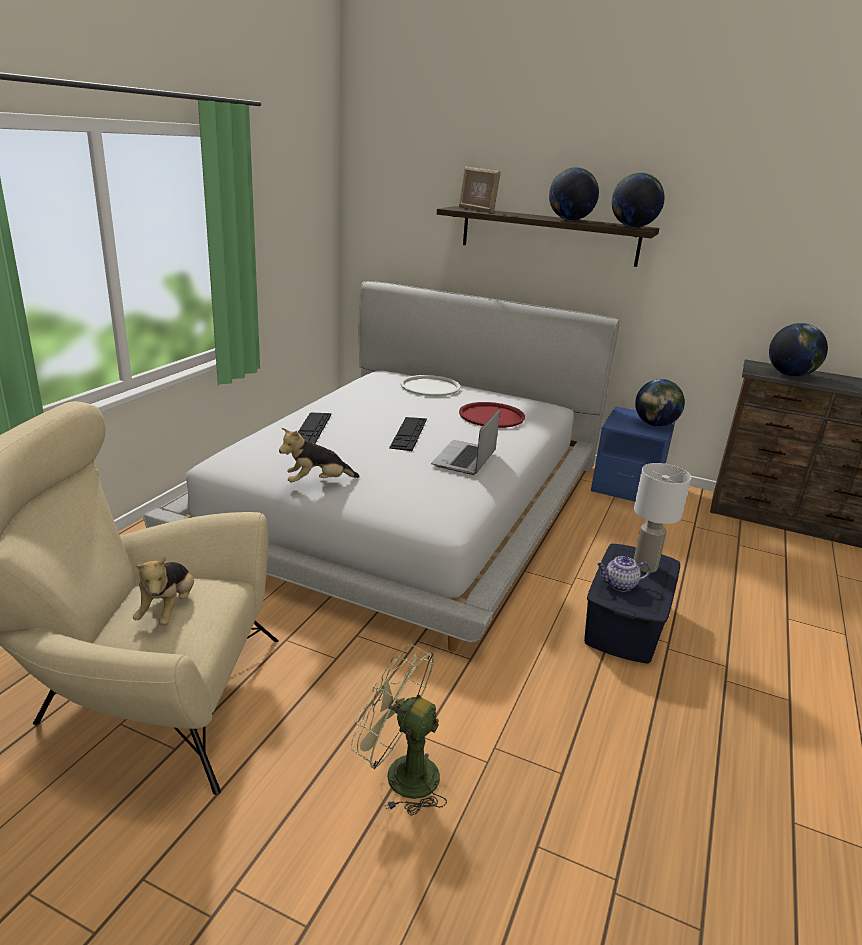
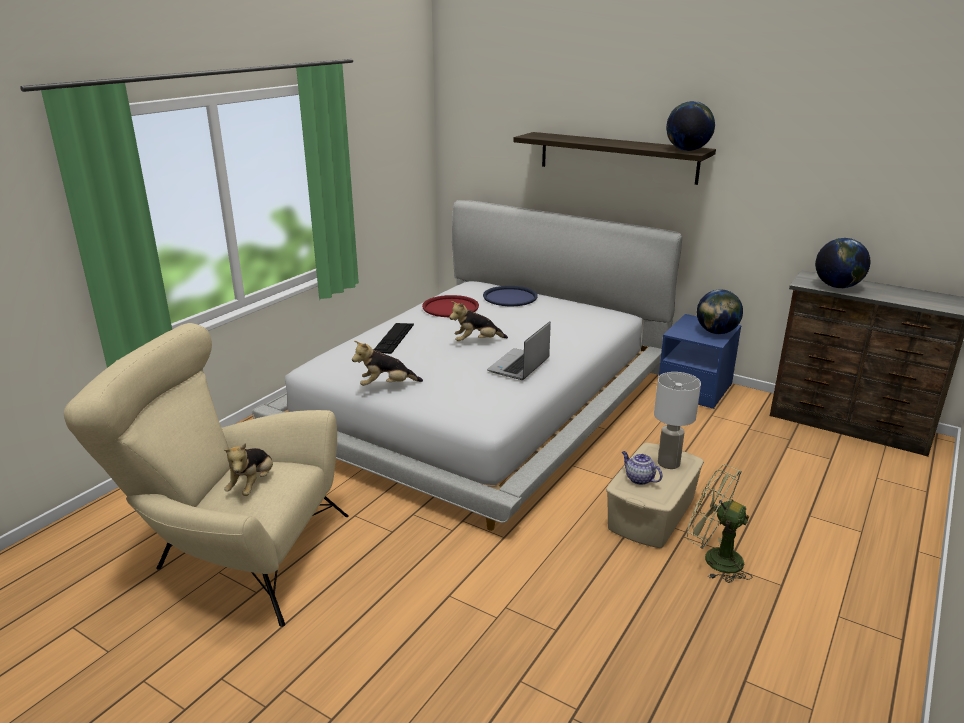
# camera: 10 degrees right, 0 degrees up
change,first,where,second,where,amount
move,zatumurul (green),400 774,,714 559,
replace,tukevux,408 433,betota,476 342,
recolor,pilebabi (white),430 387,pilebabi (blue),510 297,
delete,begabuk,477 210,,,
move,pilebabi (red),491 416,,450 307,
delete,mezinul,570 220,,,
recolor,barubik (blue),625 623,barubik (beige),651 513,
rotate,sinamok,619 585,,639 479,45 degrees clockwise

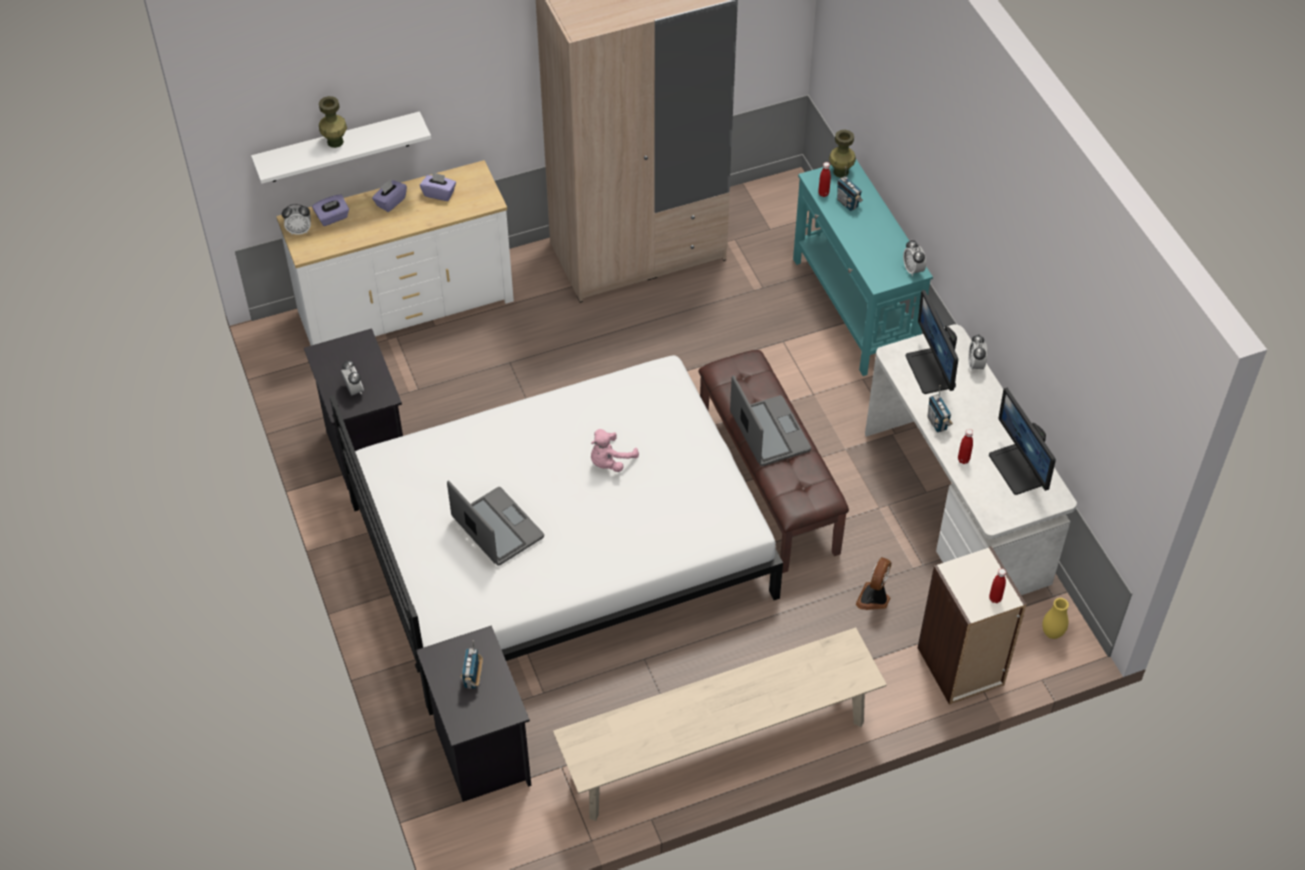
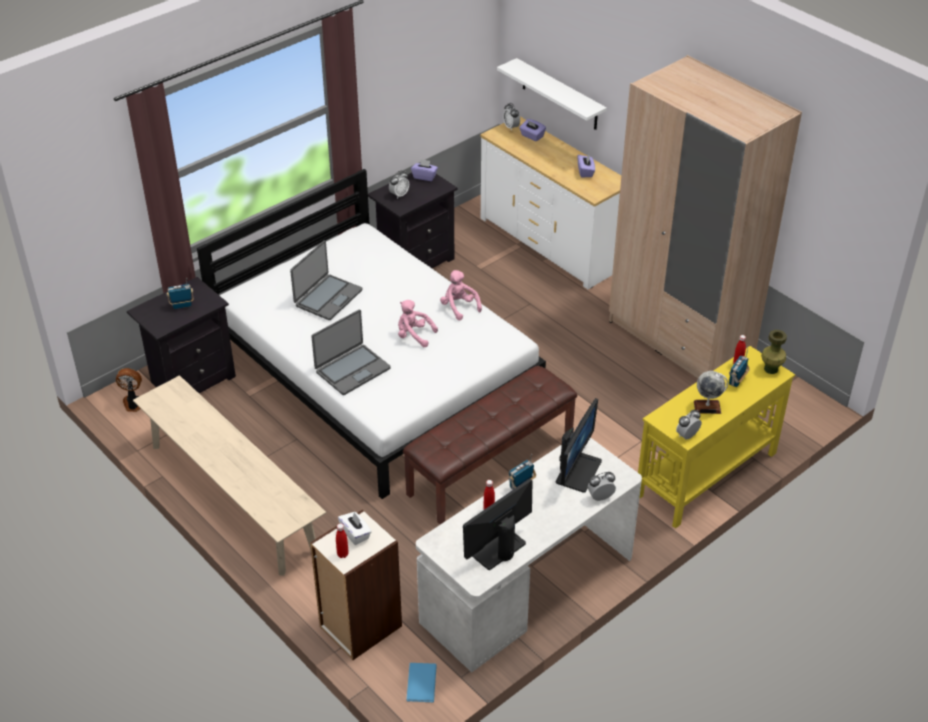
# camera: 70 degrees right, 10 degrees down
change,first,where,second,where,amount
delete,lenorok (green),335 141,,,
move,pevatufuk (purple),390 202,,424 176,
move,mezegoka,769 432,,352 370,
recolor,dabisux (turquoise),853 309,dabisux (yellow),705 475,
move,zatumurul,874 598,,134 404,
rotate,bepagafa,932 371,,577 471,150 degrees clockwise
replace,lenorok (yellow),1052 633,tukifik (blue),420 684,
insert,,,pevatufuk (white),355 534,
insert,,,betota (pink),459 307,
insert,,,mezinul,707 407,

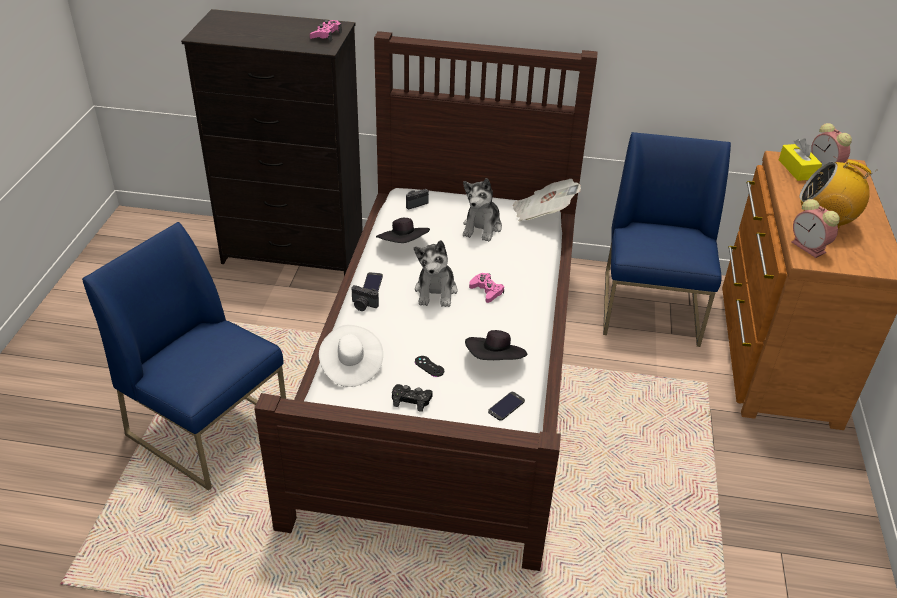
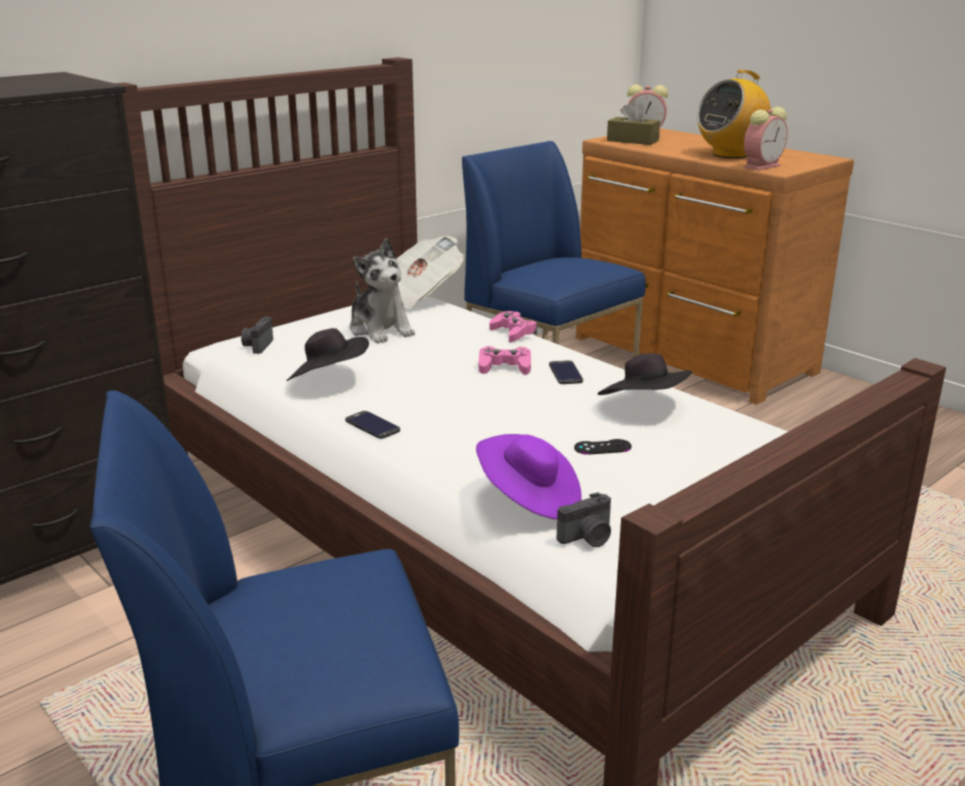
# camera: 50 degrees left, 15 degrees down
change,first,where,second,where,amount
move,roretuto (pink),326 35,,513 333,
recolor,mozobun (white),351 366,mozobun (purple),529 500,
move,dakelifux,363 305,,588 538,
delete,roretuto (black),411 400,,,
delete,betota,436 291,,,
move,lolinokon,506 406,,565 373,
recolor,pevatufuk (yellow),797 169,pevatufuk (brown),632 141,
rotate,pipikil,809 248,,762 166,45 degrees counterclockwise

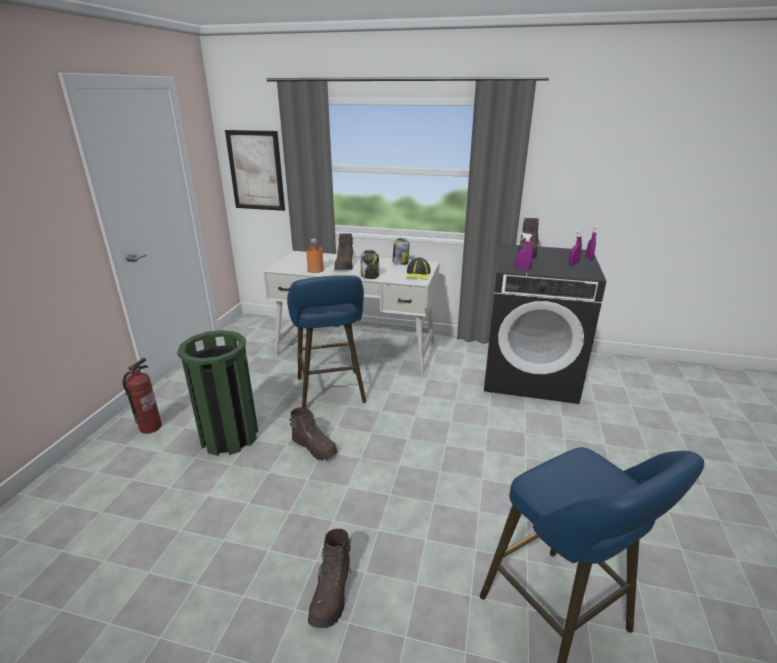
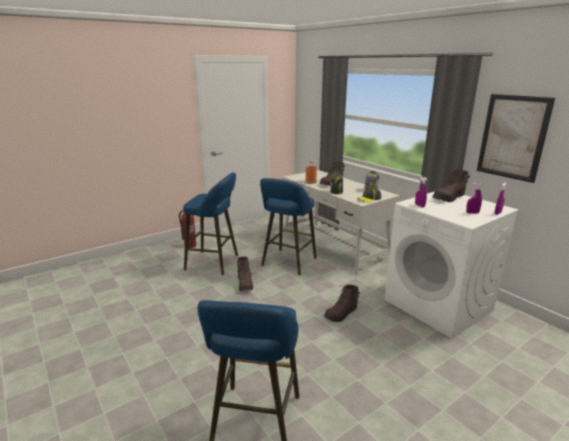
# camera: 40 degrees right, 5 degrees down
change,first,where,second,where,amount
replace,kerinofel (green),229 436,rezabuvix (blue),215 263,
move,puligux,256 171,,512 137,
move,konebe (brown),332 593,,341 314,
recolor,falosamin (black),530 375,falosamin (white),438 305,

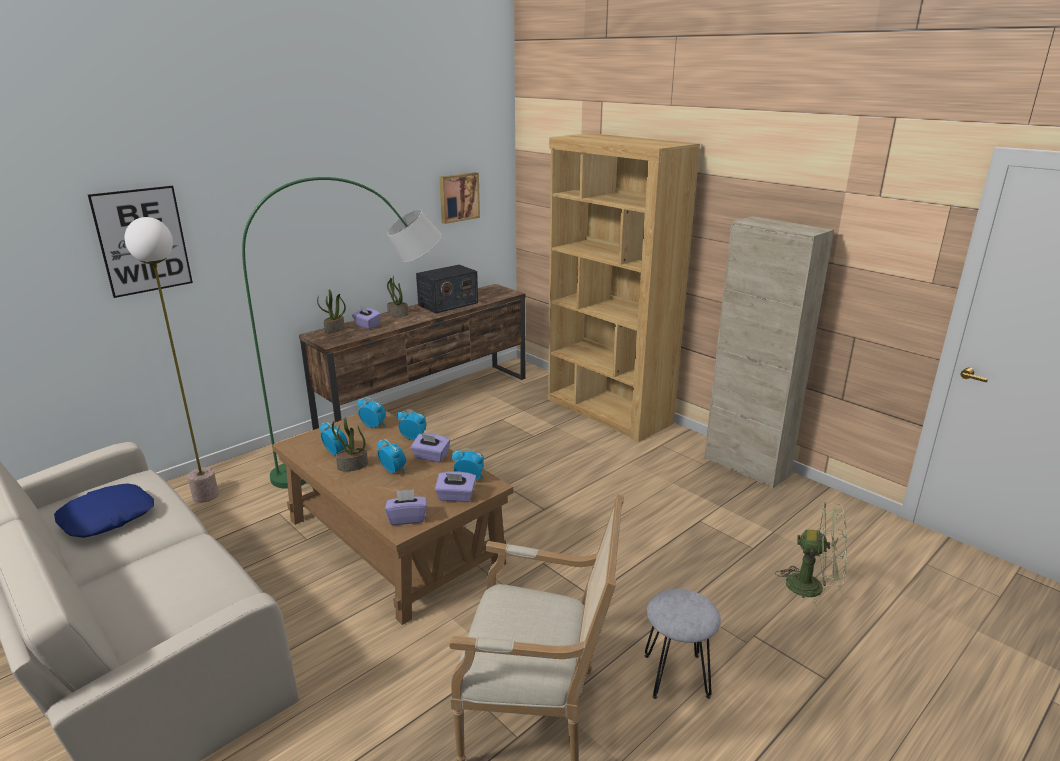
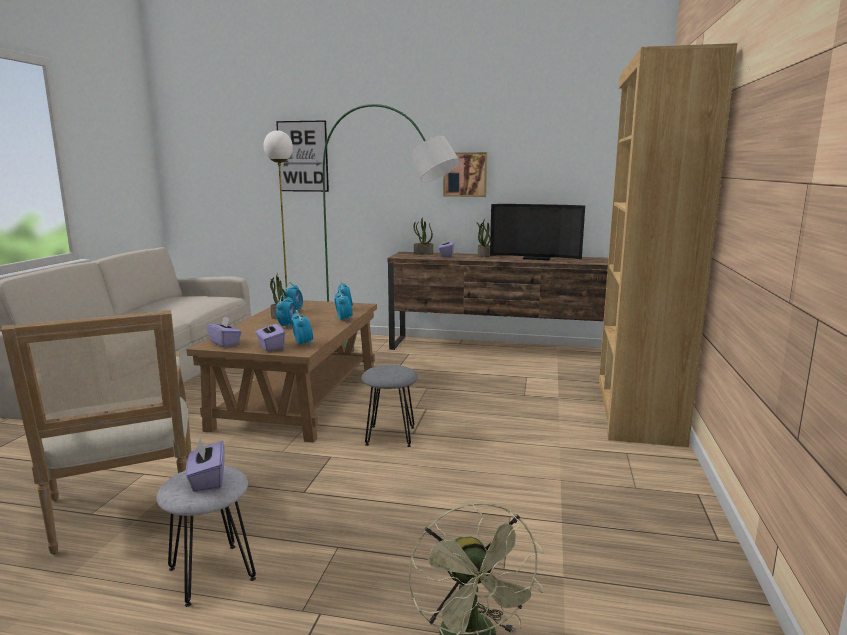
# camera: 55 degrees right, 10 degrees down
change,first,where,second,where,amount
delete,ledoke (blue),107 517,,,
move,pevatufuk (purple),431 457,,207 480,
replace,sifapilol,448 304,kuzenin,536 258,
move,puligux,458 197,,465 174,
delete,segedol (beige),746 467,,,
insert,,,rezabuvix (grey),391 436,

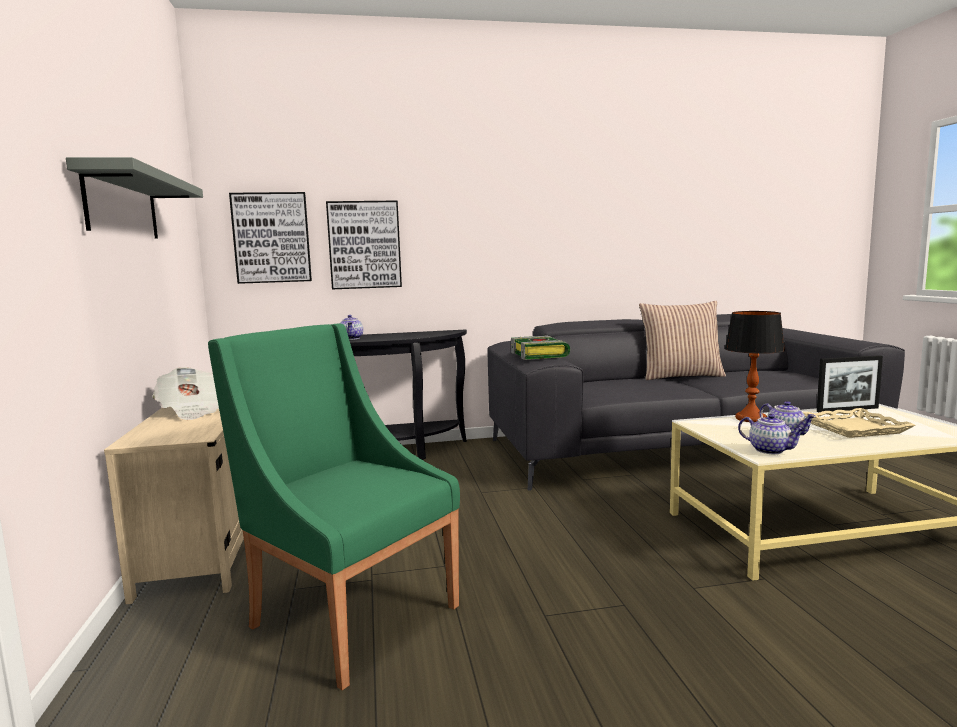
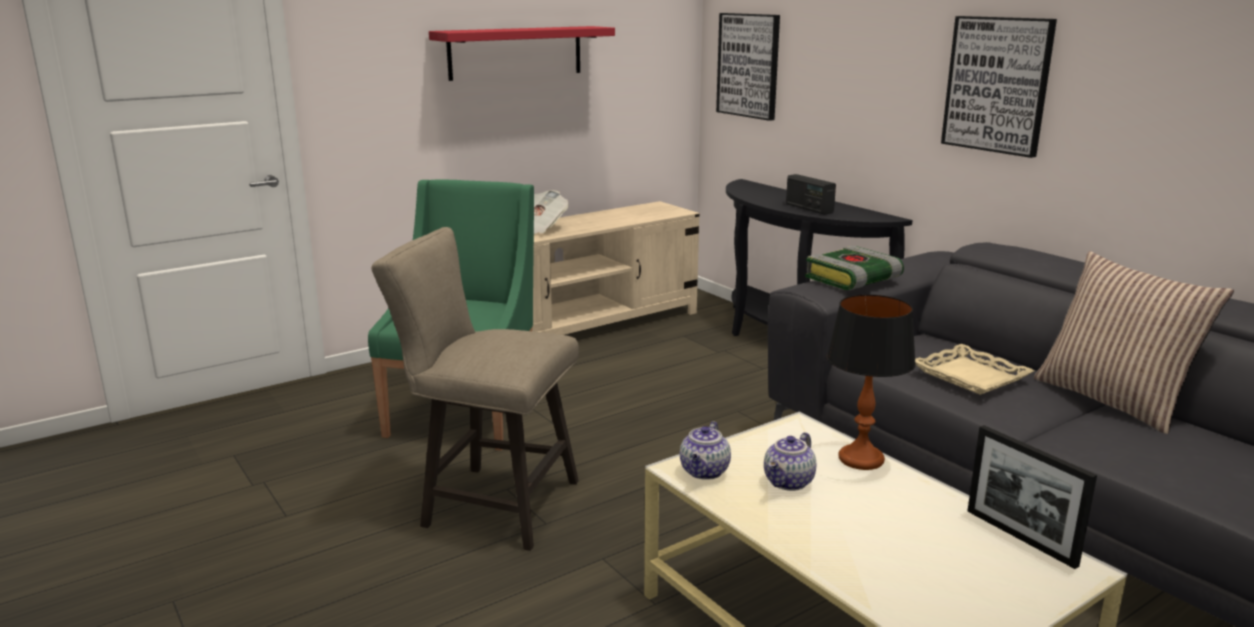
# camera: 65 degrees right, 10 degrees up
change,first,where,second,where,amount
recolor,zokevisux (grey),122 205,zokevisux (red),516 52,
move,puligux,364 245,,997 85,
delete,sinamok,352 338,,,
move,pilebabi (beige),854 428,,970 376,
insert,,,rezabuvix (beige),490 503,
insert,,,sifapilol,808 208,

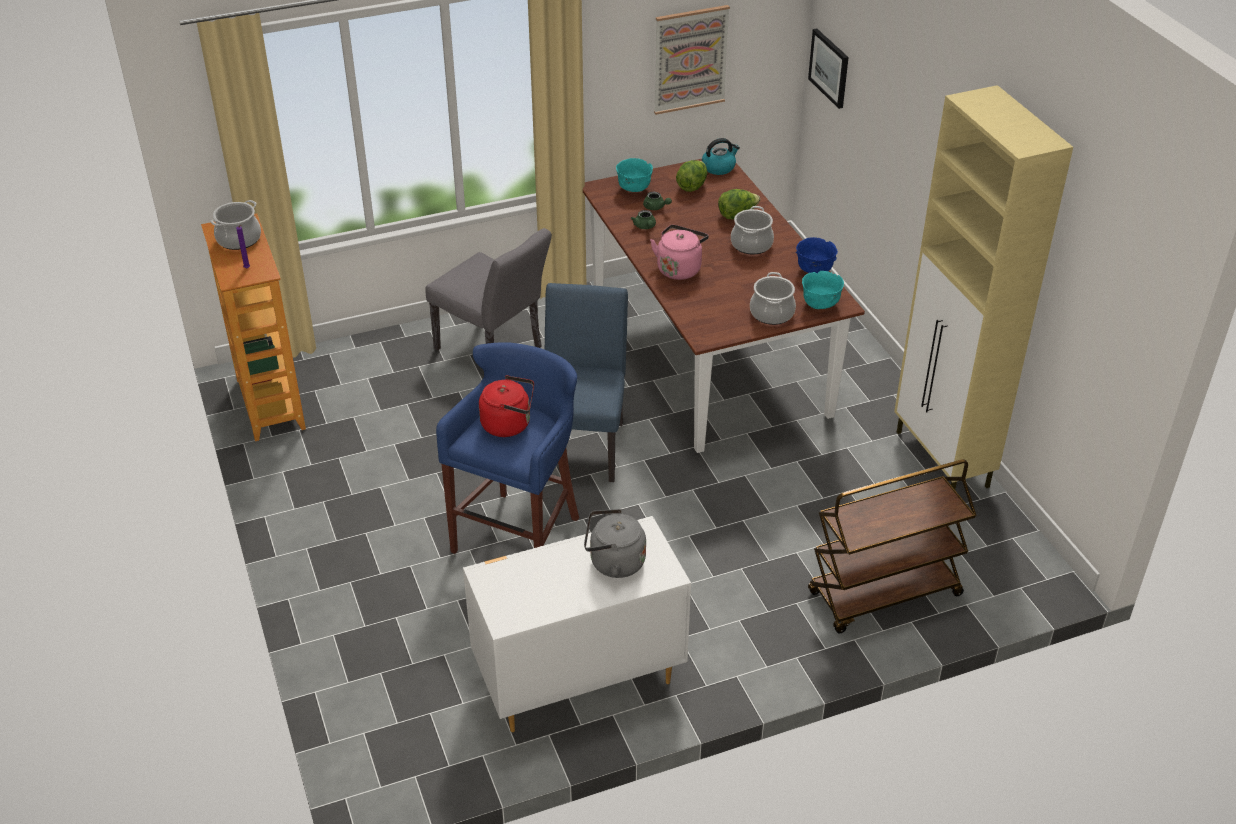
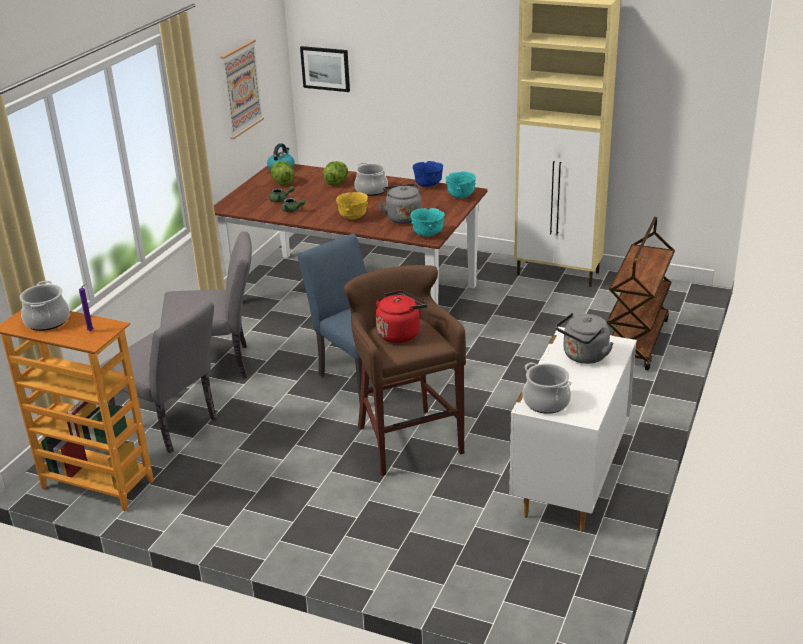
# camera: 45 degrees left, 10 degrees down
change,first,where,second,where,amount
recolor,rezabuvix (blue),520 533,rezabuvix (brown),406 439,
move,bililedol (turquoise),634 189,,427 234,
replace,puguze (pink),679 268,bililedol (yellow),353 217,
move,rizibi,772 313,,546 402,
insert,,,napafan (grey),171 426,
insert,,,puguze (grey),403 217,

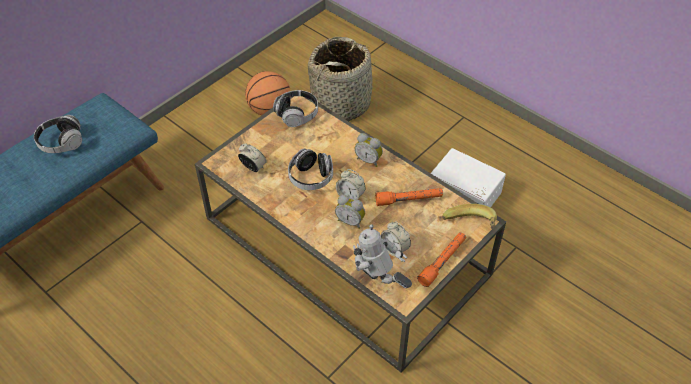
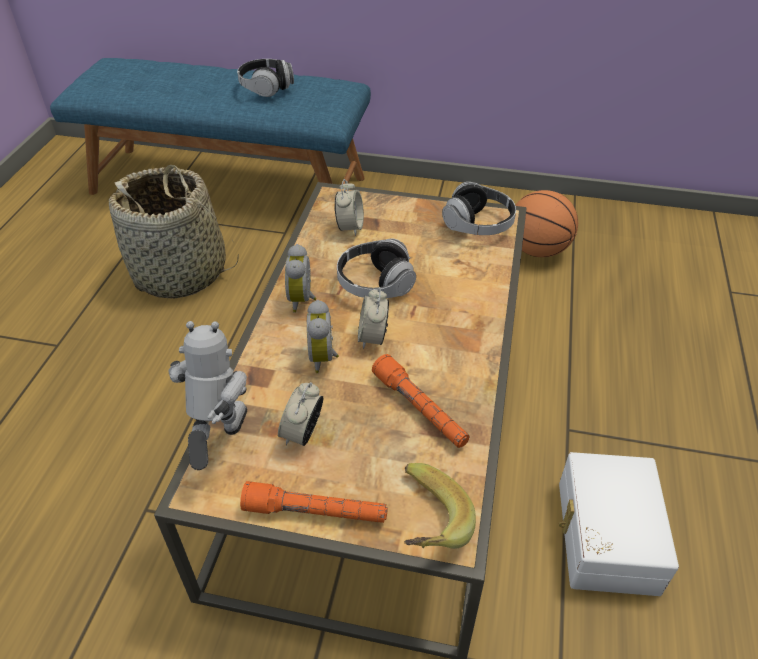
# camera: 60 degrees right, 5 degrees down
change,first,where,second,where,amount
move,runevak,342 103,,181 273,
move,pipikil,369 160,,303 299,

